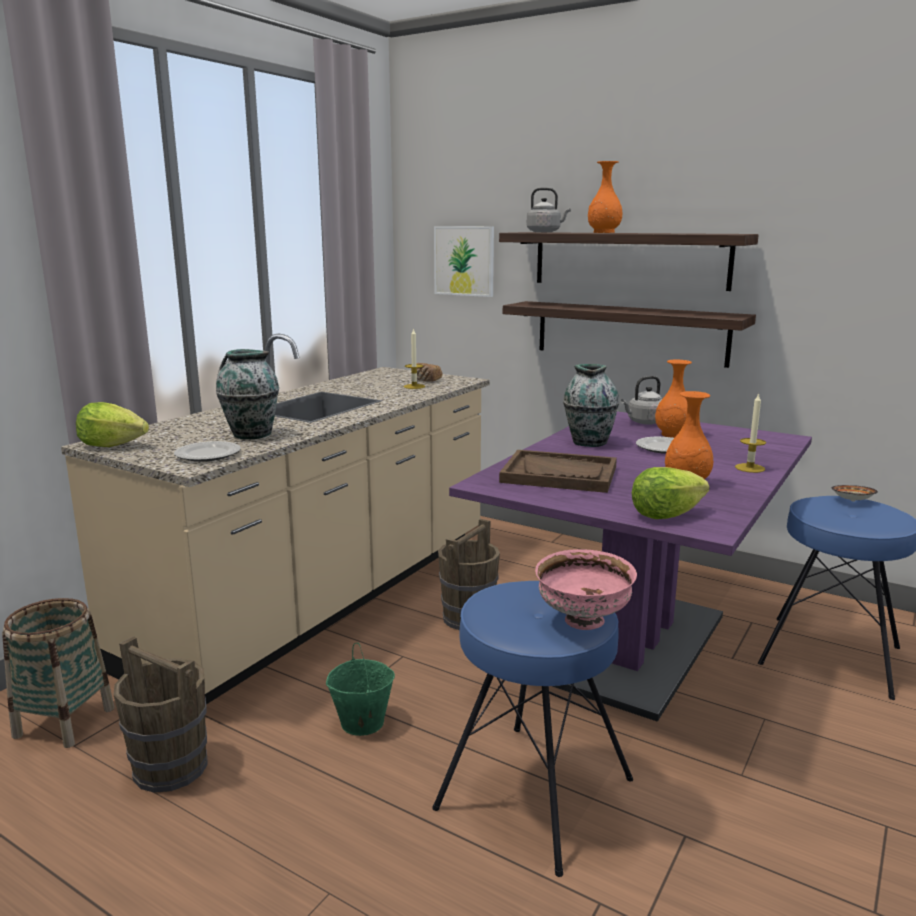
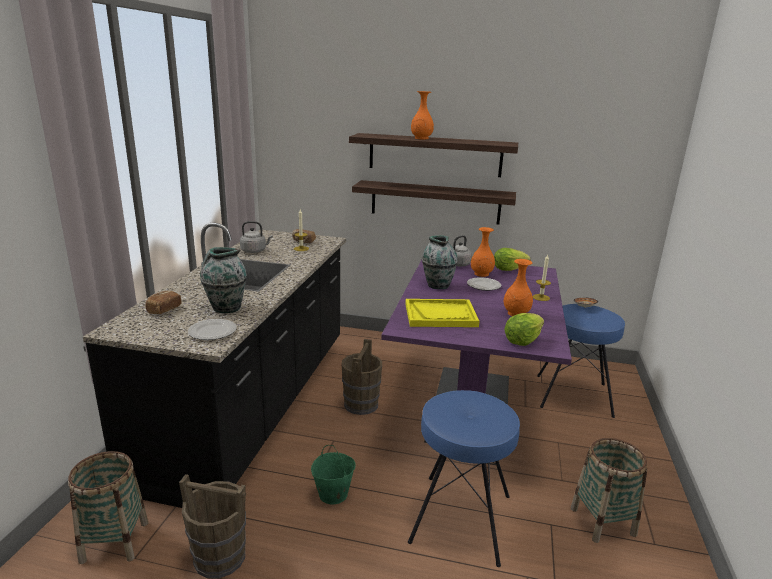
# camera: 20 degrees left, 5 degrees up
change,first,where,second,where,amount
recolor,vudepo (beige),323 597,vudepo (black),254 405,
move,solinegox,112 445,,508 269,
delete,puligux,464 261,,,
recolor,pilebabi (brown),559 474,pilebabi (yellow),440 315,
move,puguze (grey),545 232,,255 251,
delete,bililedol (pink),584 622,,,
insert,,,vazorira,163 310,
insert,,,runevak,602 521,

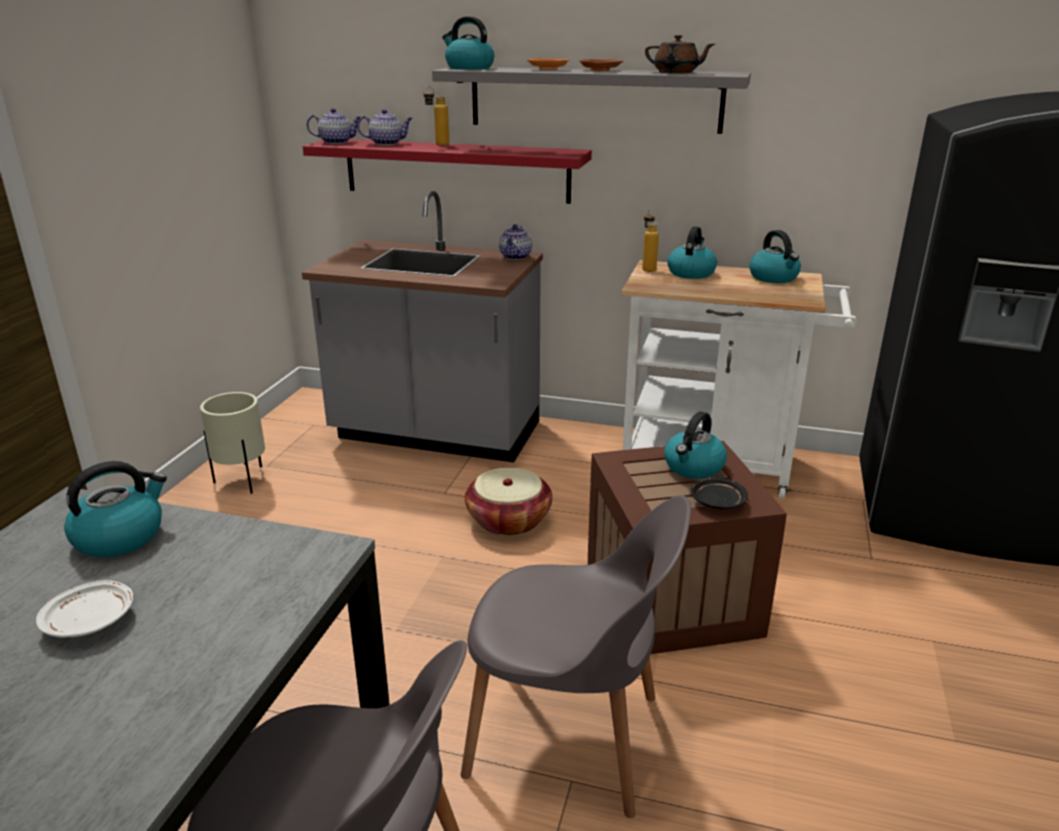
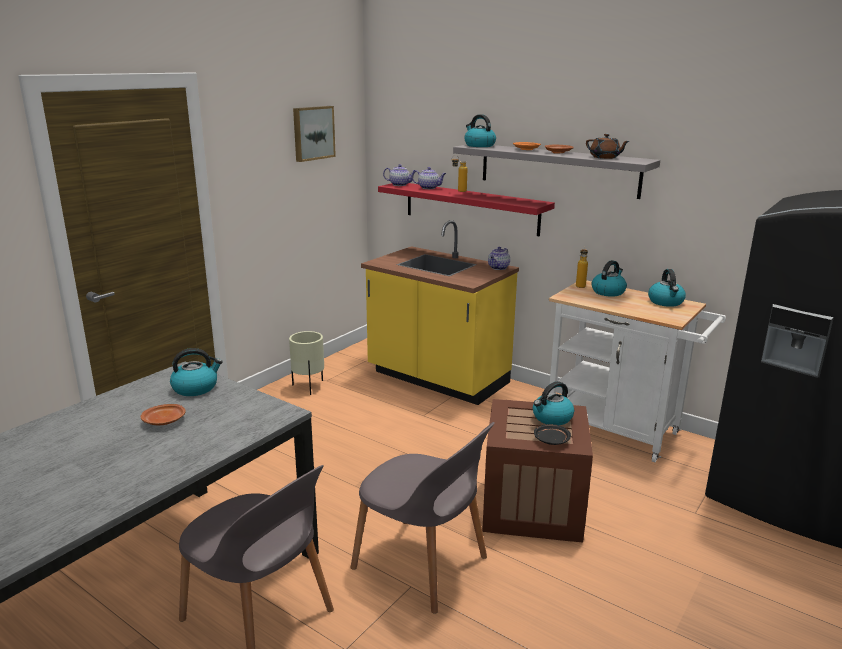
# camera: 20 degrees right, 5 degrees down
change,first,where,second,where,amount
recolor,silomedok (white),91 621,silomedok (brown),165 421,
recolor,vudepo (grey),436 434,vudepo (yellow),437 379,
delete,runevak,509 520,,,
insert,,,puligux,312 133,

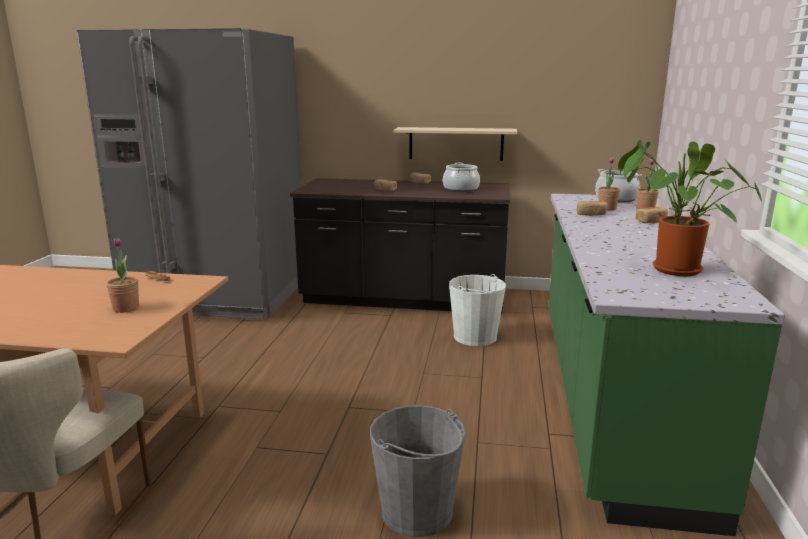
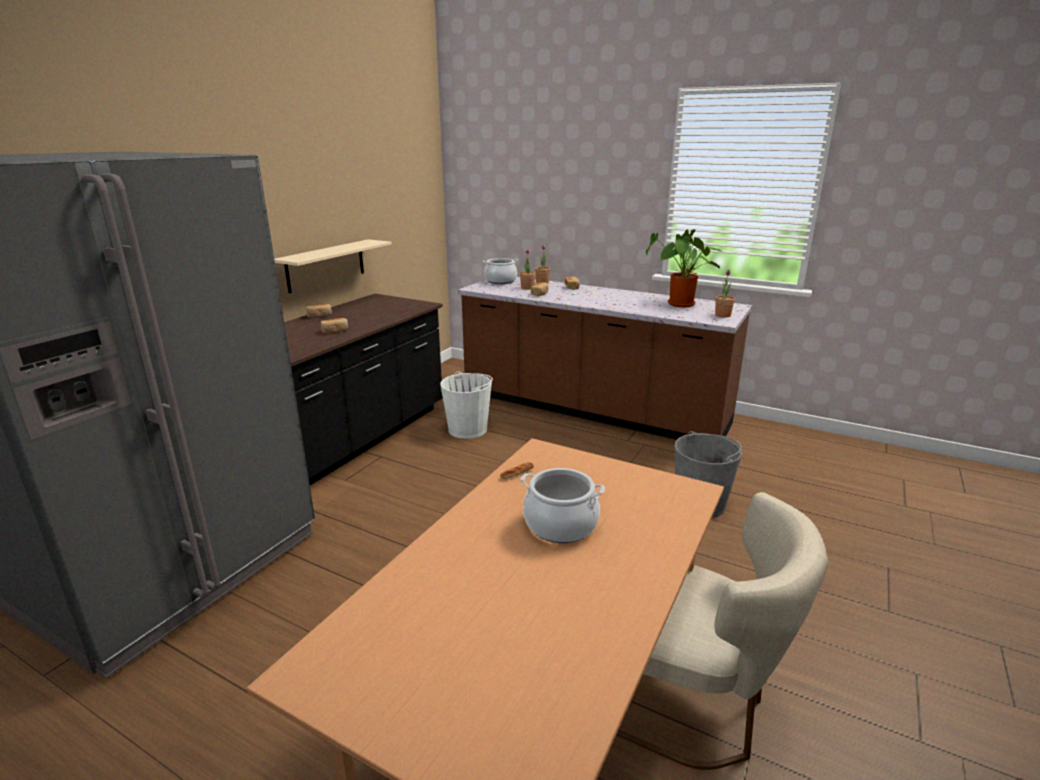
# camera: 70 degrees left, 5 degrees up
change,first,where,second,where,amount
move,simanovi,126 308,,722 315,
move,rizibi,460 189,,560 525,
recolor,vudepo (green),610 396,vudepo (brown),592 410,

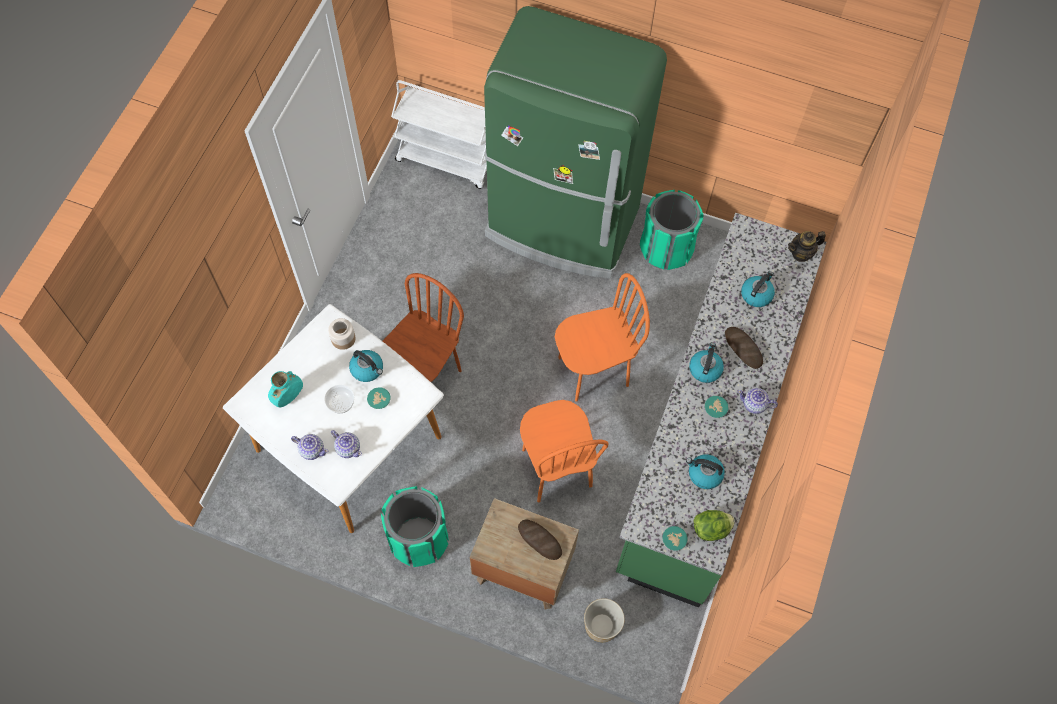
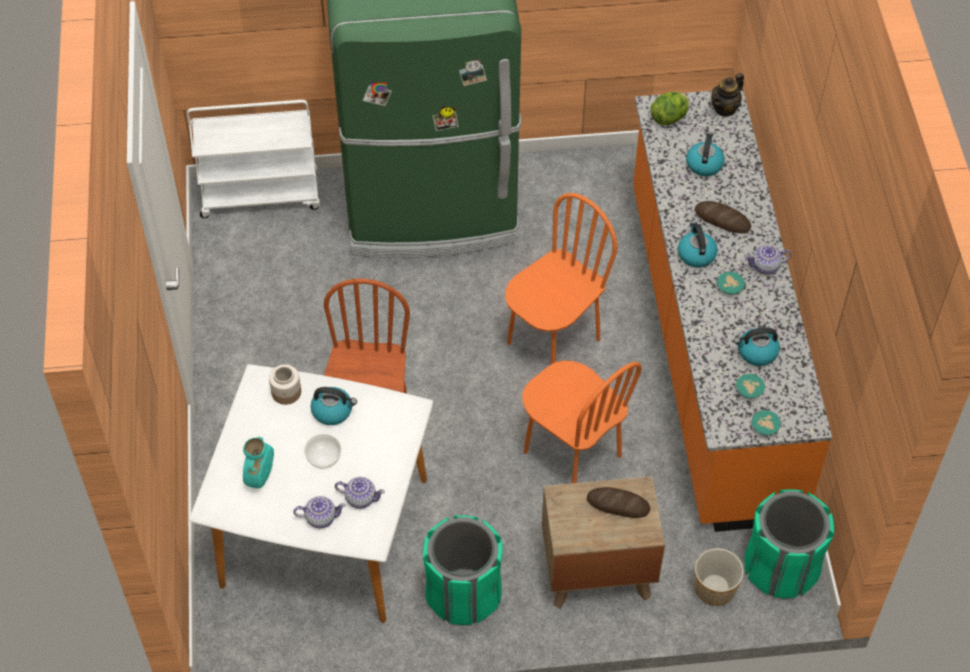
# camera: 25 degrees left, 10 degrees down
change,first,where,second,where,amount
move,bililedol (turquoise),378 401,,749 391,
recolor,vudepo (green),707 432,vudepo (orange),709 349,
move,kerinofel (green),666 248,,781 567,
move,solinegox,711 529,,669 118,

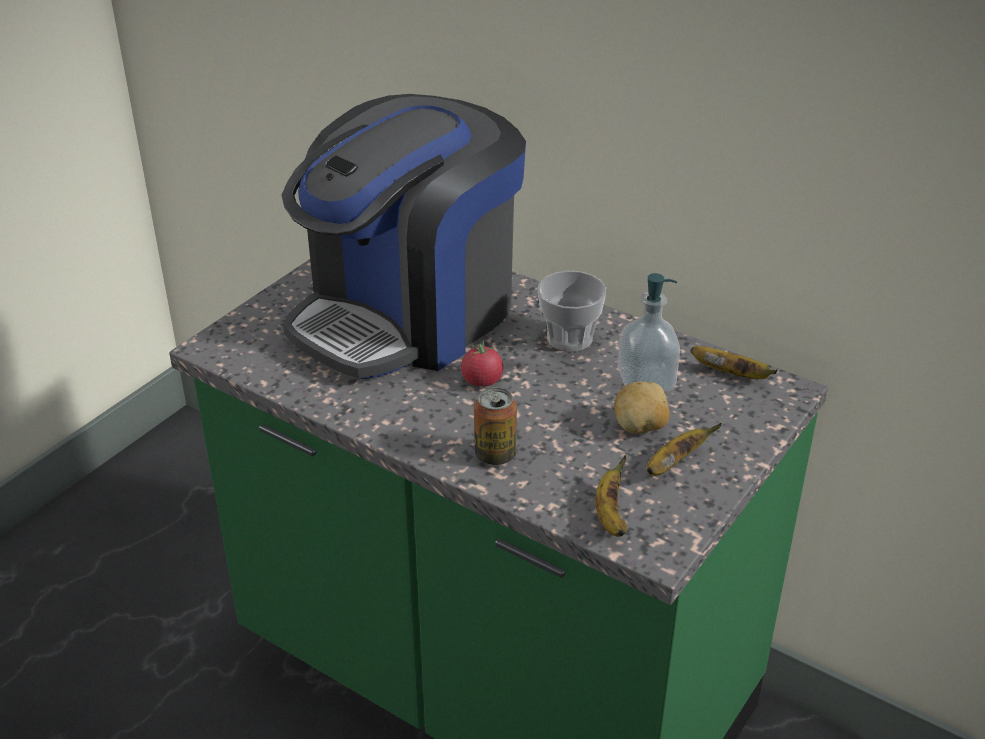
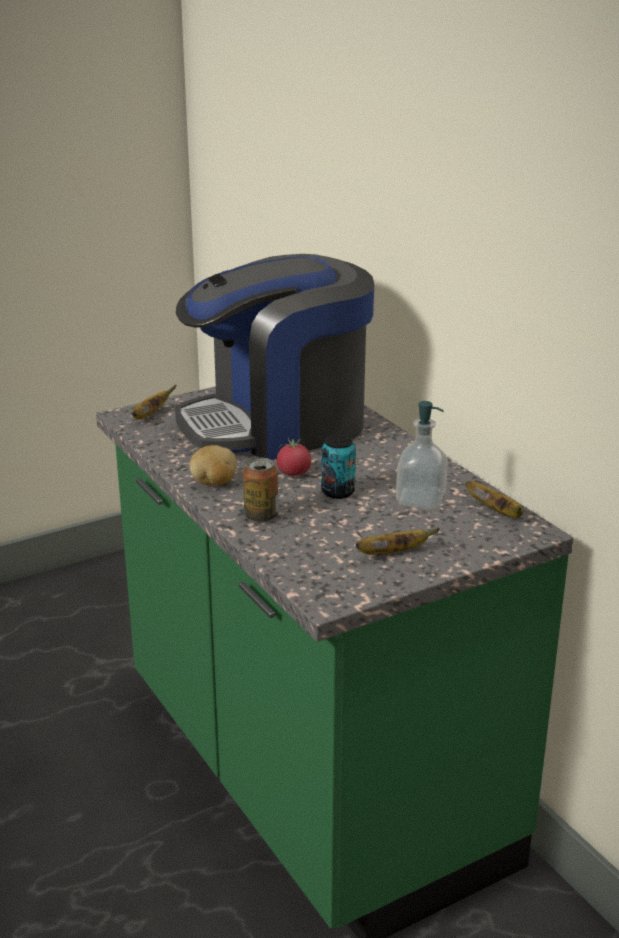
# camera: 25 degrees right, 10 degrees down
change,first,where,second,where,amount
delete,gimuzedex,569 338,,,
move,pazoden,610 515,,150 415,
move,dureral,640 427,,214 483,
insert,,,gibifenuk,338 492,

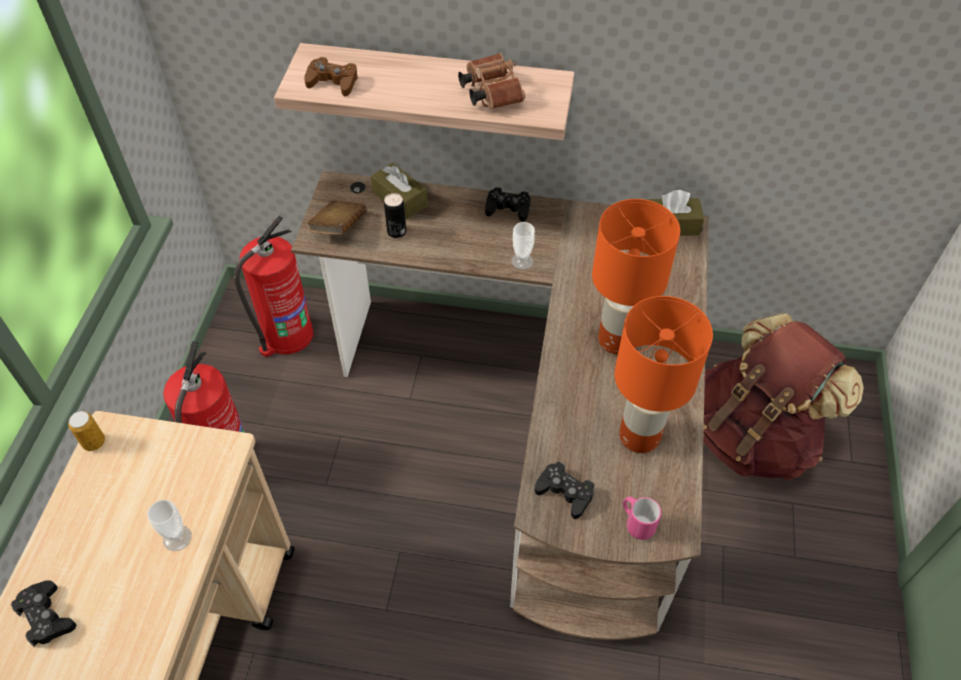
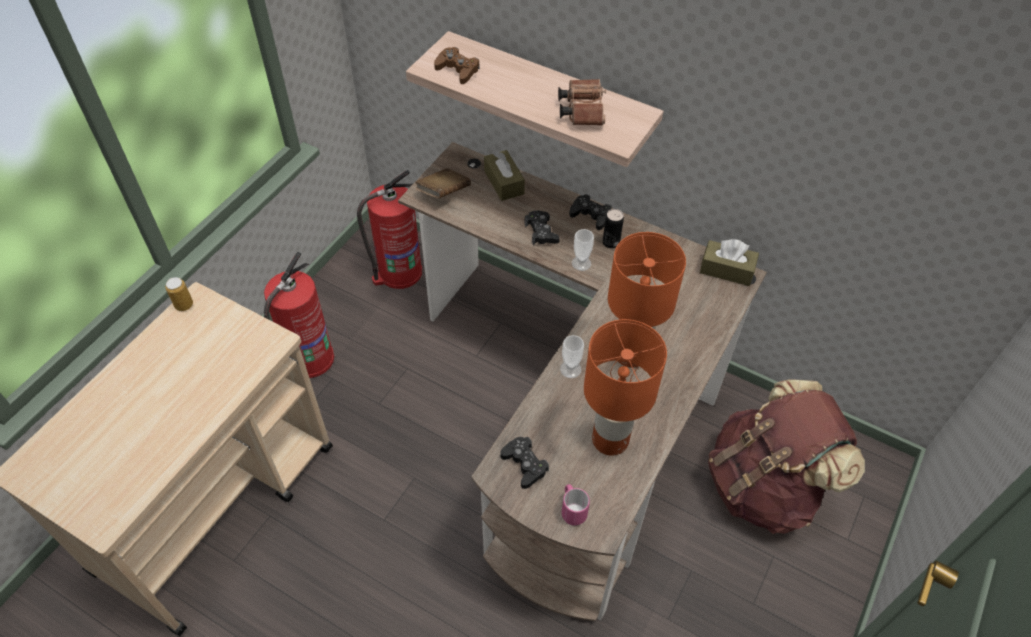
# camera: 20 degrees right, 0 degrees up
change,first,where,second,where,amount
move,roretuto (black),46 617,,541 232,
move,gimuzedex,177 538,,570 369,
move,gibifenuk,396 232,,611 242,

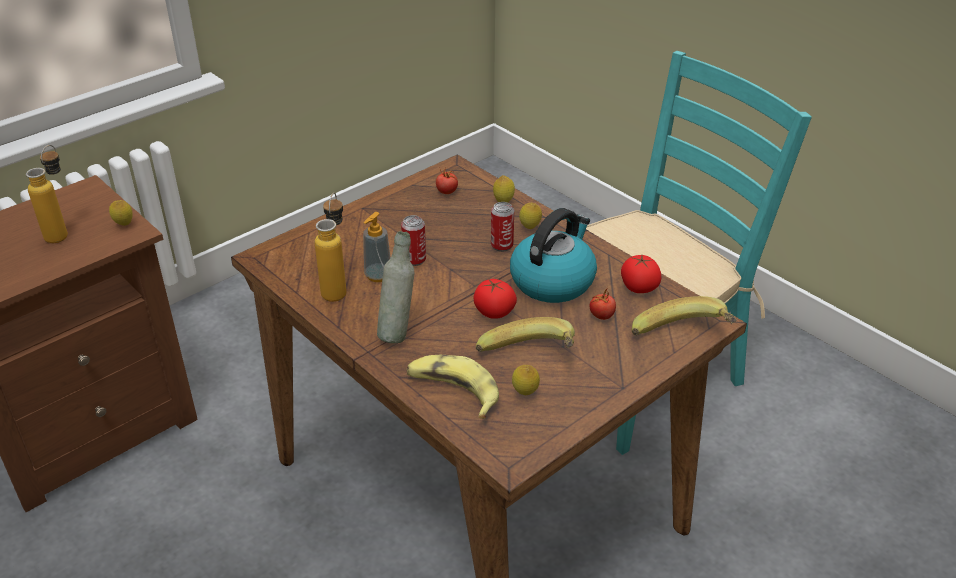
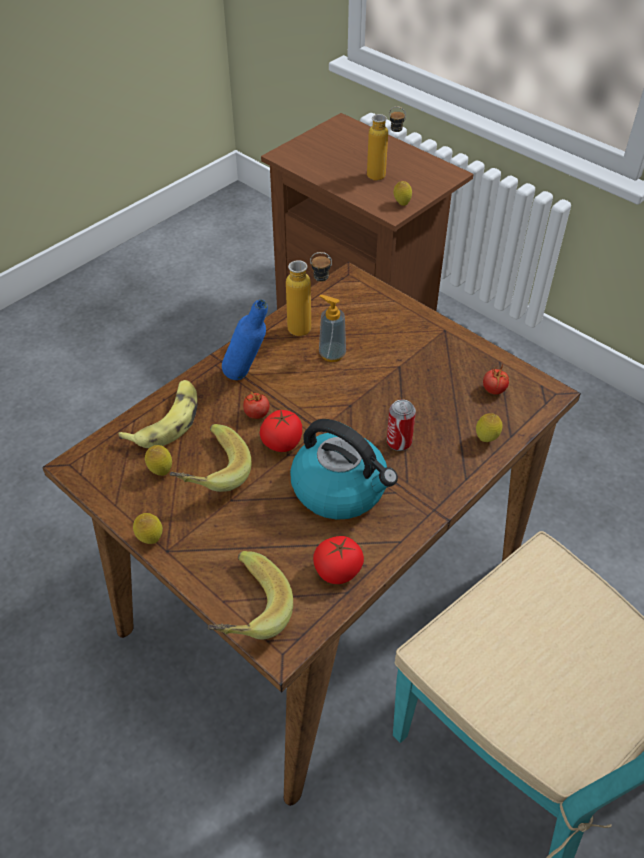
# camera: 85 degrees right, 10 degrees up
change,first,where,second,where,amount
recolor,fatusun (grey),398 332,fatusun (blue),247 377,
delete,gibifenuk,414 260,,,
move,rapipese,530 228,,150 540,
move,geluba,601 316,,257 414,

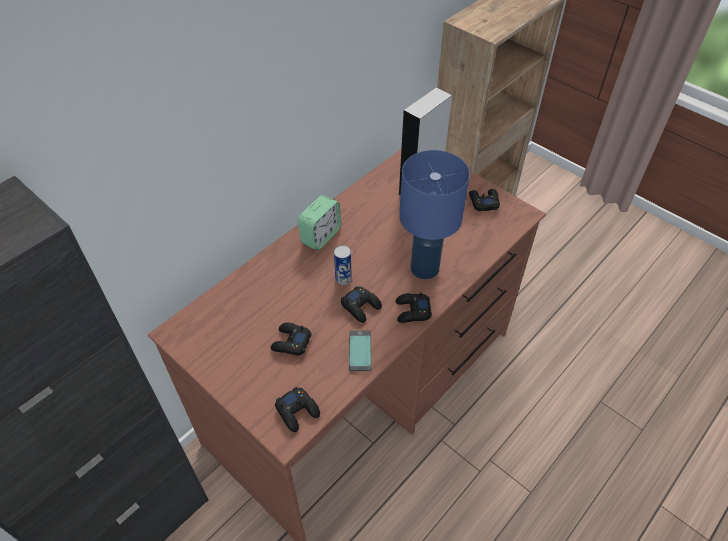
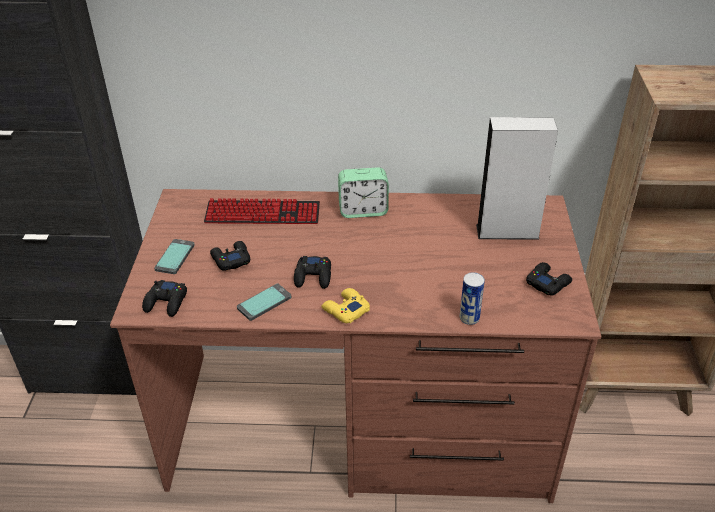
# camera: 50 degrees right, 10 degrees down
change,first,where,second,where,amount
move,gibifenuk,343 279,,469 318,
recolor,roretuto (black),412 311,roretuto (yellow),345 310,
delete,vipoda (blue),425 268,,,
insert,,,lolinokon,174 257,
insert,,,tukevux,262 214,

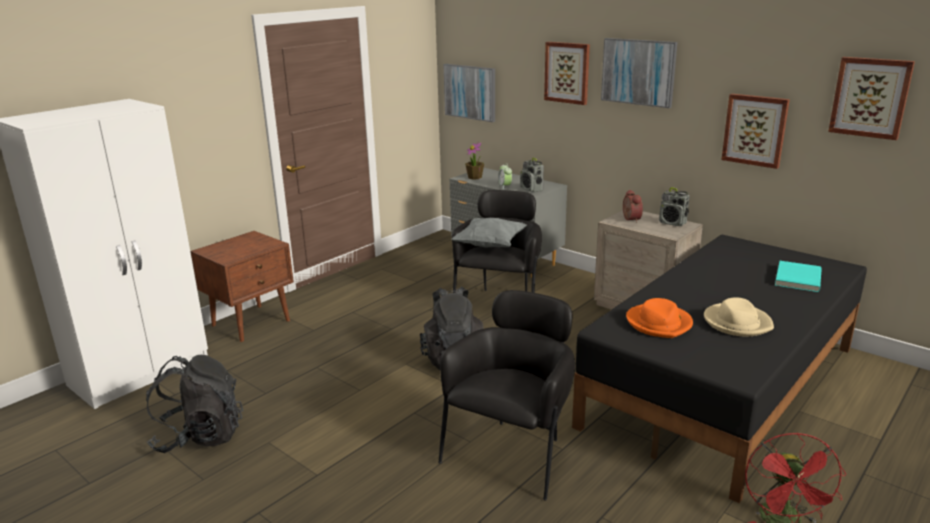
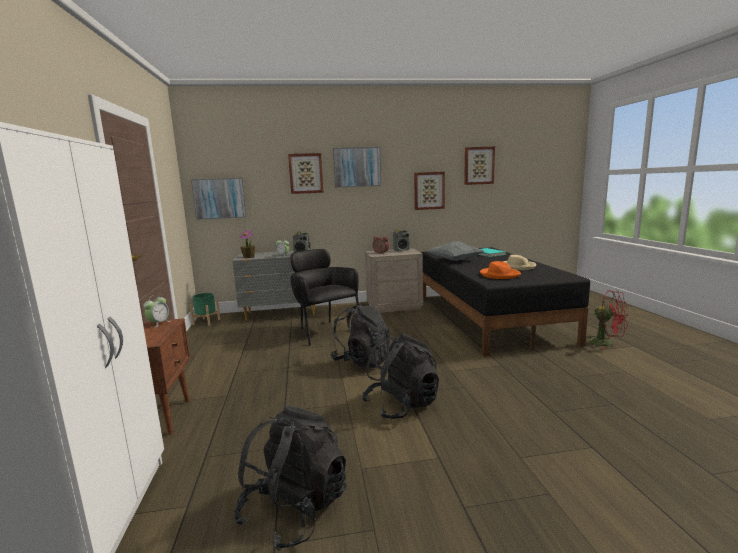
# camera: 50 degrees left, 10 degrees down
change,first,where,second,where,amount
delete,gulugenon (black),512 452,,,
move,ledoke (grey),489 245,,454 260,
insert,,,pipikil,158 323,
insert,,,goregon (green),206 322,
insert,,,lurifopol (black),401 405,

